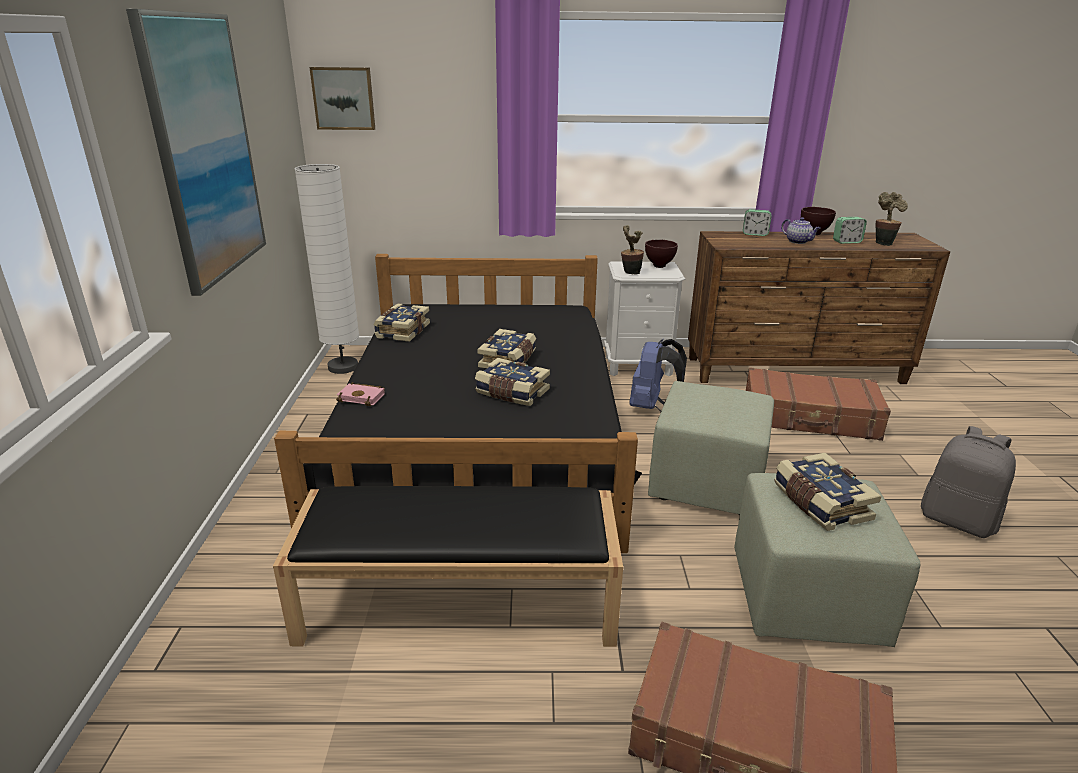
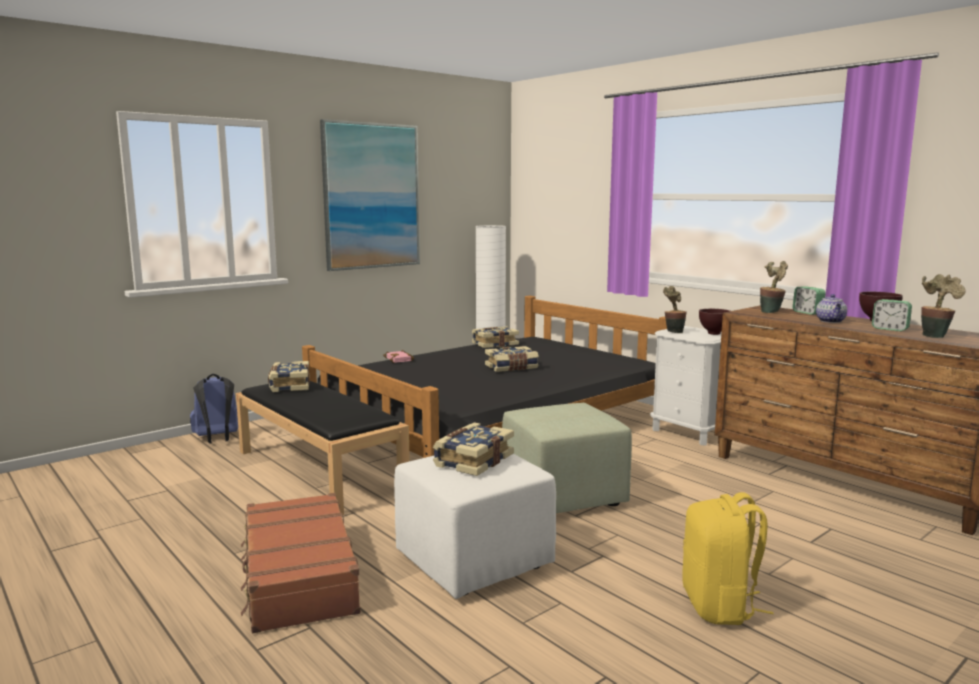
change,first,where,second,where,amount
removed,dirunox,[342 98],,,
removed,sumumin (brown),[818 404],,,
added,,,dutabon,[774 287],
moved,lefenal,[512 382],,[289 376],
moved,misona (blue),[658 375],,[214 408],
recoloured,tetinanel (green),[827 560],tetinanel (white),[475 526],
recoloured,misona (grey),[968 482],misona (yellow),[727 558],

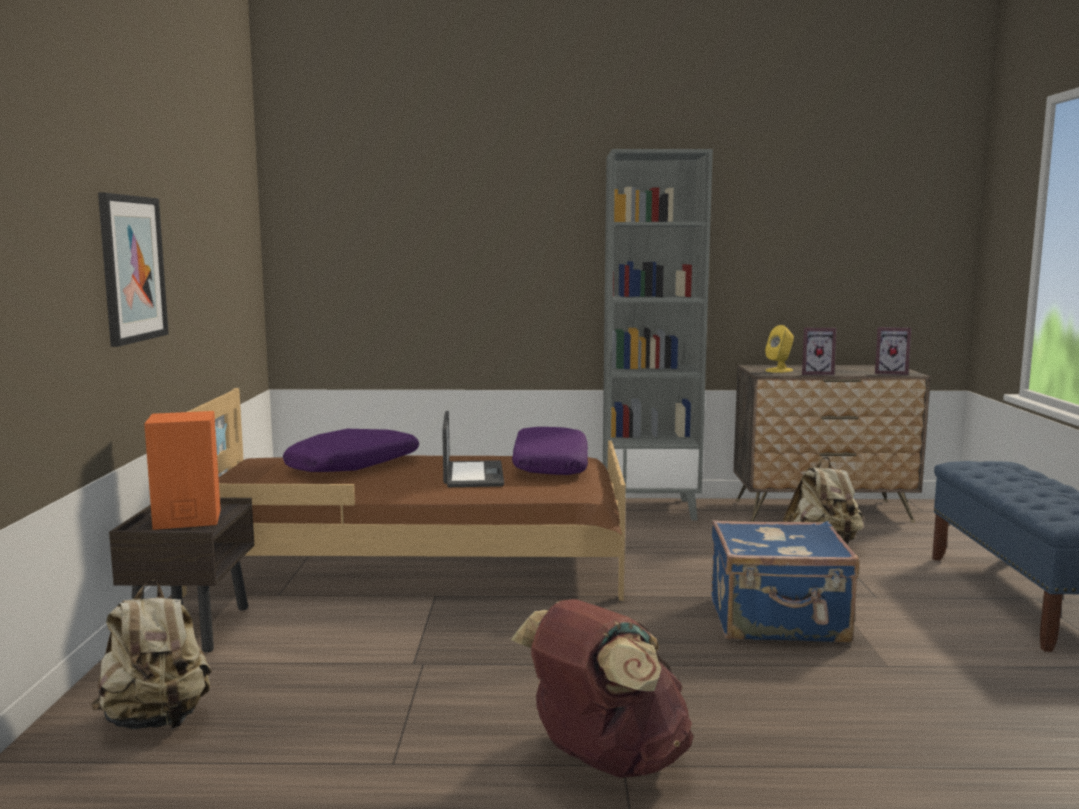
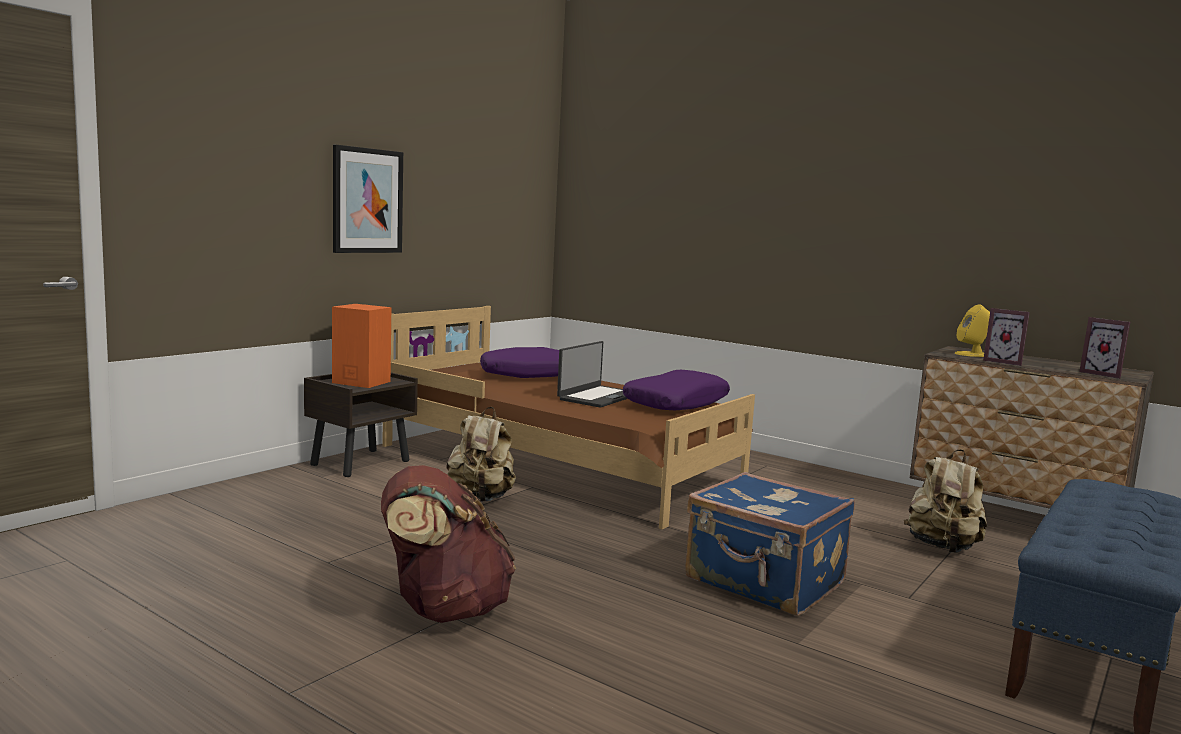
change,first,where,second,where,amount
removed,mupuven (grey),[658 335],,,
moved,misona (beige),[151 654],,[481 454],

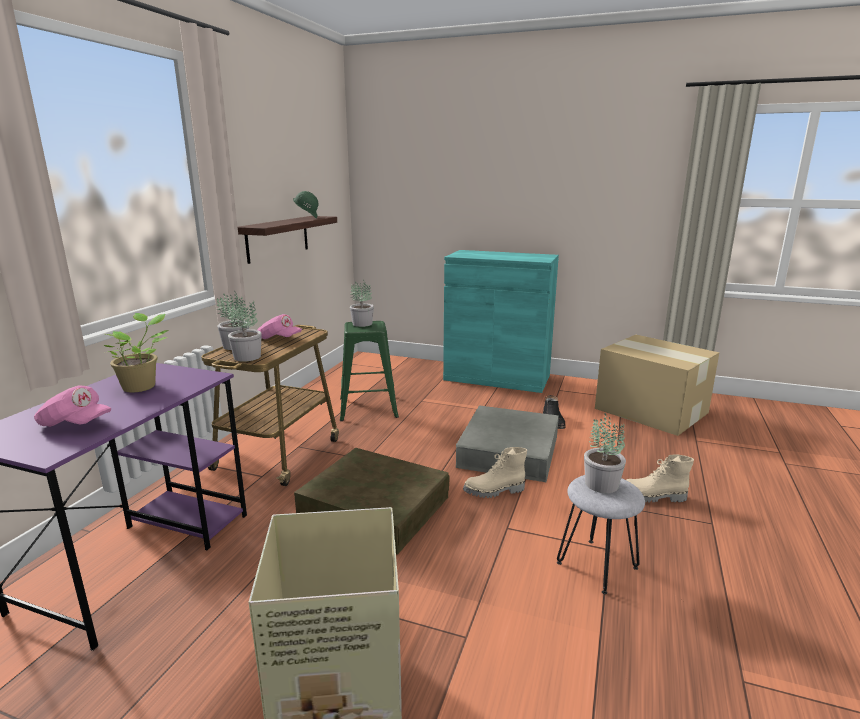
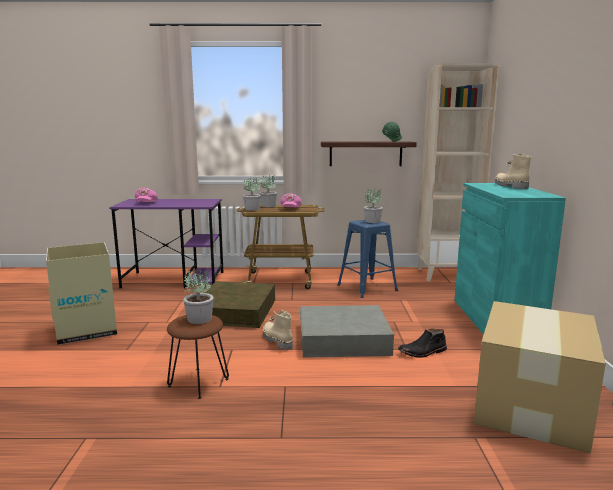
change,first,where,second,where,amount
removed,dutabon,[136 353],,,
added,,,mupuven (beige),[458 172],
moved,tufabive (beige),[660 478],,[513 171],
recoloured,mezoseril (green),[369 371],mezoseril (blue),[368 259],
recoloured,mezoseril (grey),[601 534],mezoseril (brown),[198 357],

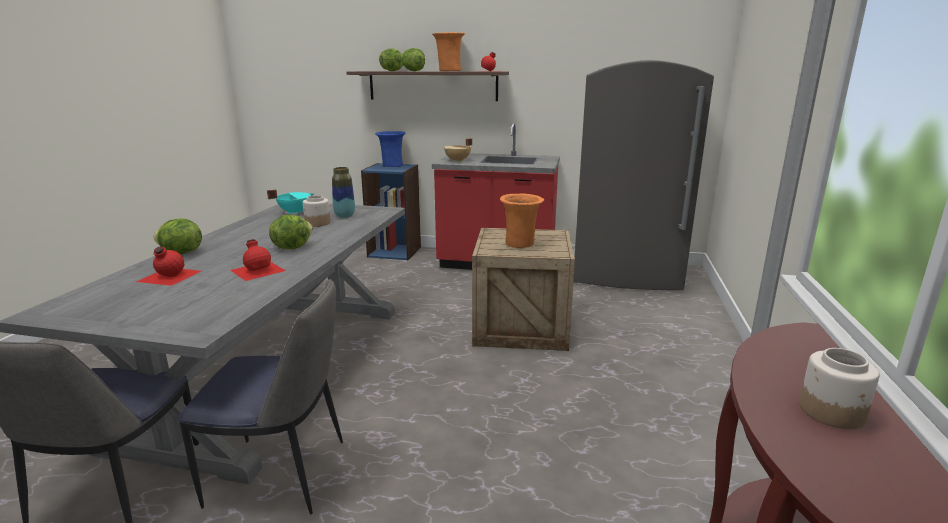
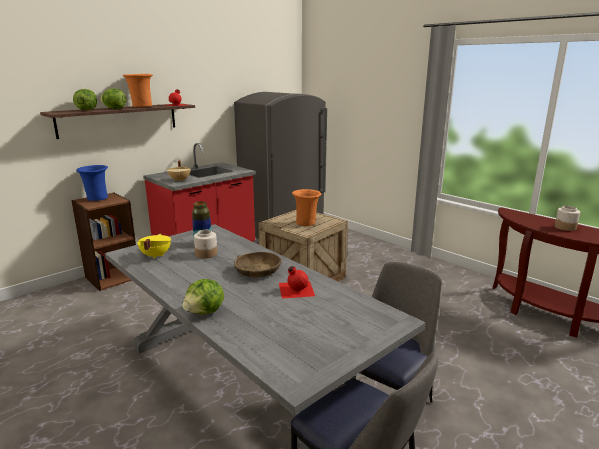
change,first,where,second,where,amount
removed,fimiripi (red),[168 266],,,
replaced,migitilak,[291 232],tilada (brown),[257 265],
recoloured,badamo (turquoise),[290 201],badamo (yellow),[154 246],
recoloured,mupuven (blue),[391 211],mupuven (brown),[103 241],

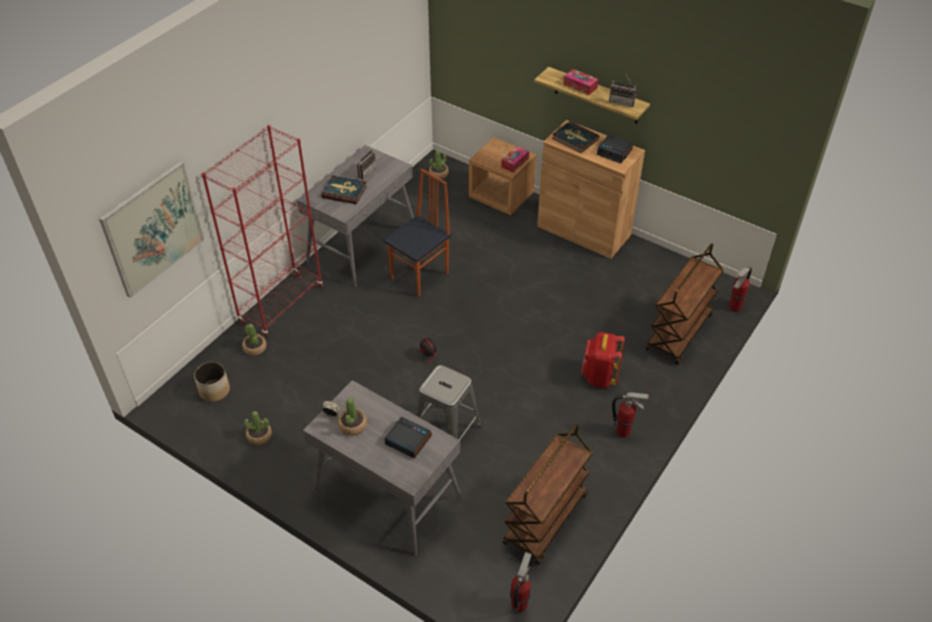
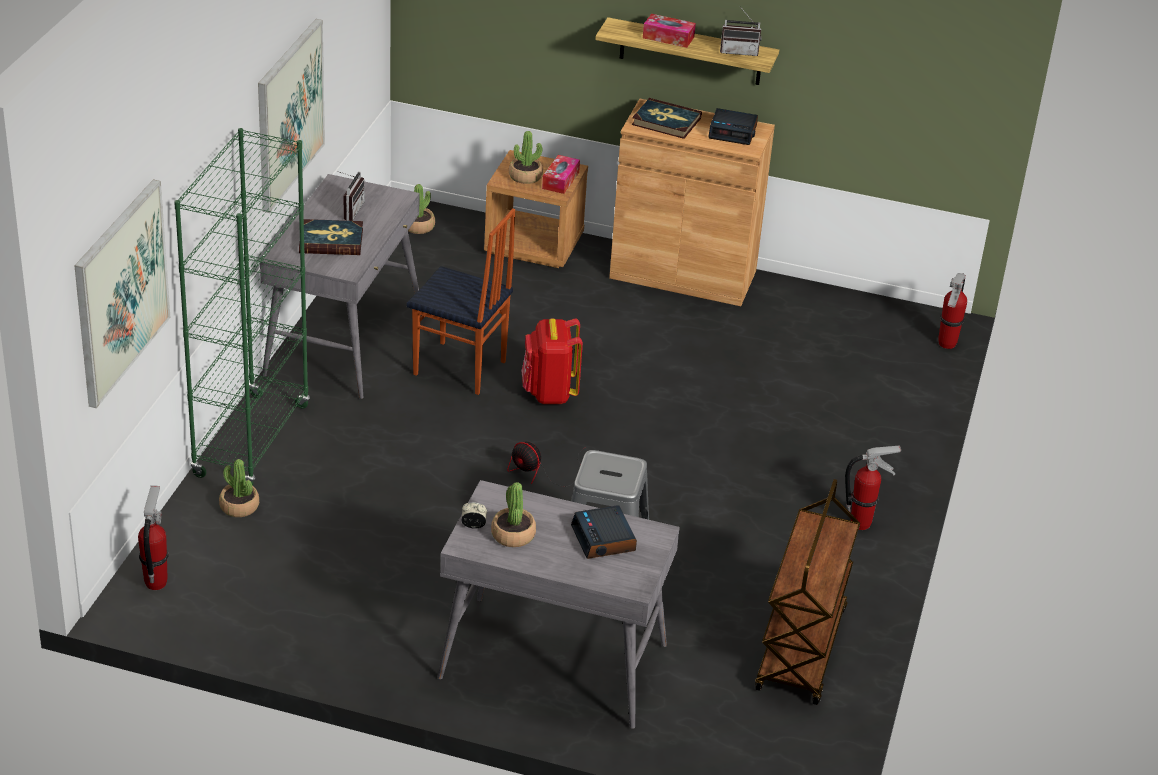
change,first,where,second,where,amount
removed,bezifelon,[212 382],,,
removed,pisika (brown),[685 304],,,
added,,,dirunox,[291 116],
moved,dutabon,[258 428],,[526 157],
moved,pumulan,[521 582],,[153 537],
moved,misona (red),[603 360],,[552 361],
recoloured,mupuven (red),[262 231],mupuven (green),[242 307],
turned,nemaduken,[417 232],,[460 301],90 degrees clockwise
turned,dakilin,[408 438],,[604 532],120 degrees counterclockwise

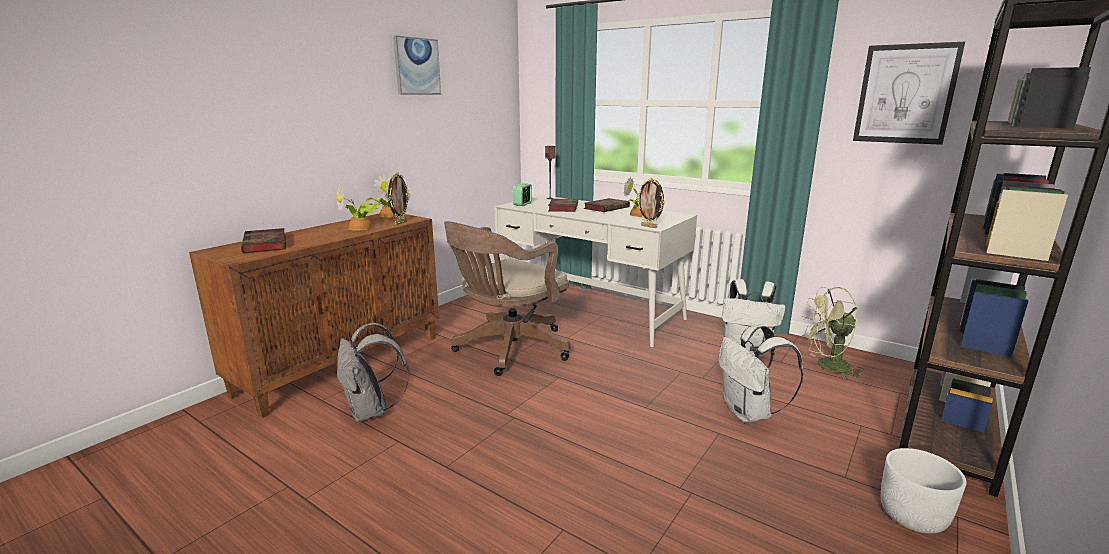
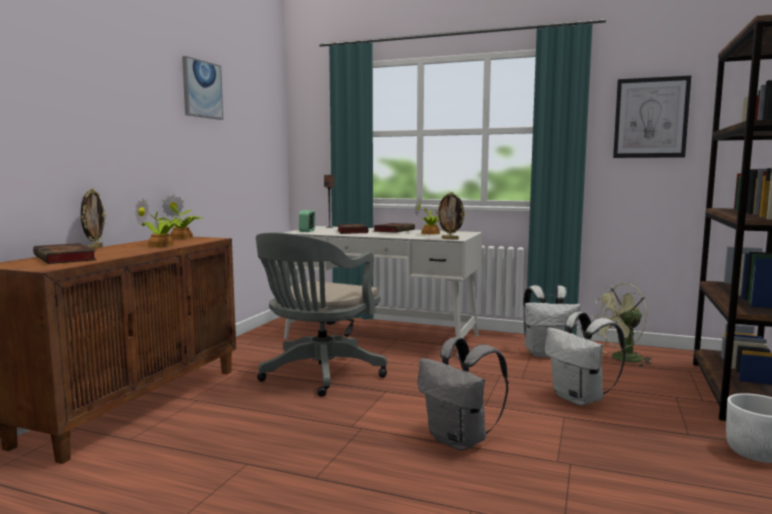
change,first,where,second,where,amount
moved,misona (grey),[373 372],,[463 394],
moved,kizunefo,[399 198],,[93 218],
recoloured,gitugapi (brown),[507 298],gitugapi (grey),[321 314],

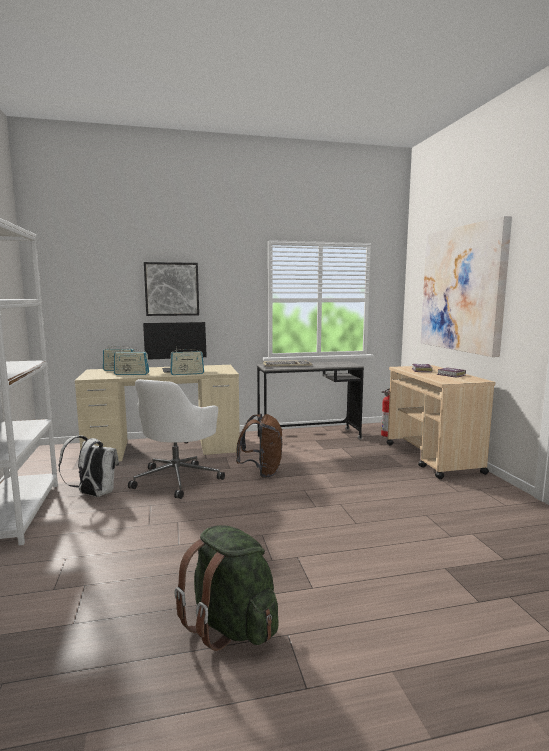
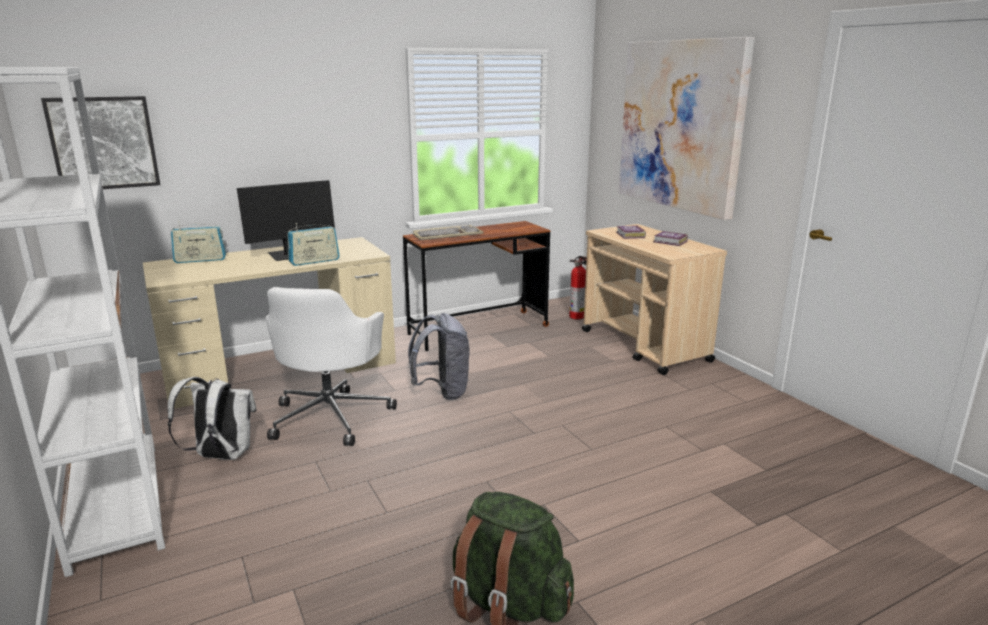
change,first,where,second,where,amount
removed,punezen,[131 361],,,
moved,dirunox,[171 289],,[100 142],
recoloured,misona (brown),[259 446],misona (grey),[439 356],
recoloured,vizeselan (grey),[310 400],vizeselan (brown),[477 286],

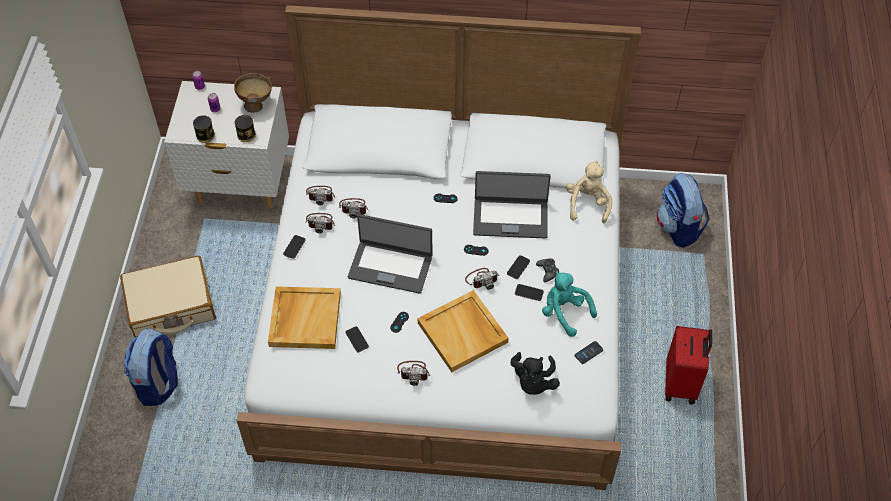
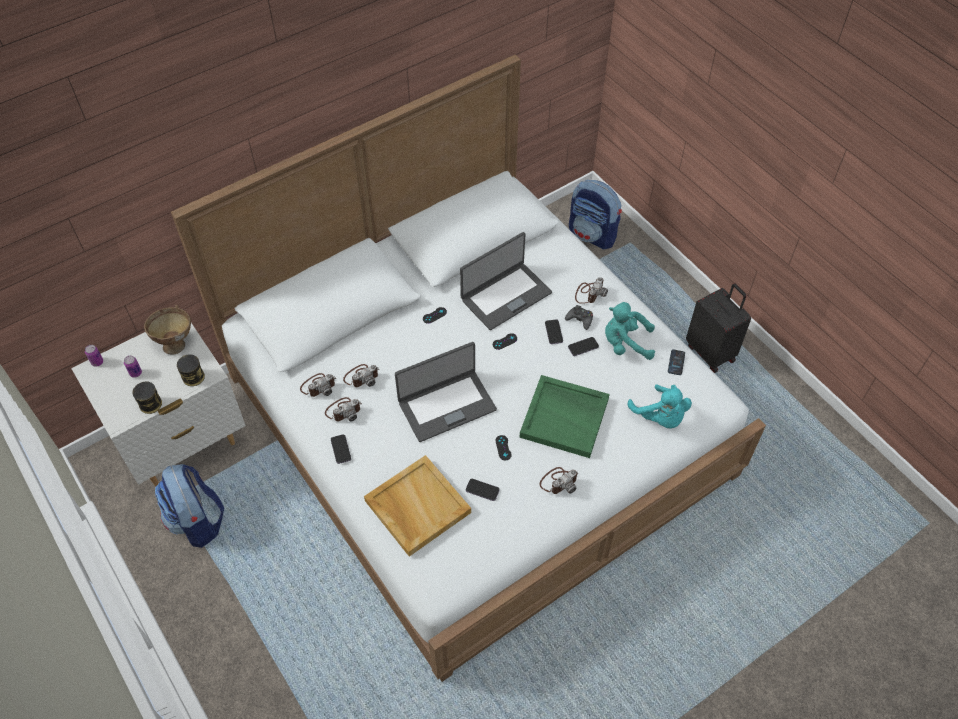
change,first,where,second,where,amount
removed,sumumin (beige),[168 296],,,
removed,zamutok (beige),[589 192],,,
moved,misona,[151 367],,[189 506],
moved,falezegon,[482 279],,[591 290],
recoloured,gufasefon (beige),[463 331],gufasefon (green),[564 416],
recoloured,zamutok (black),[535 373],zamutok (turquoise),[660 407],
recoloured,sumumin (red),[688 365],sumumin (black),[718 328],

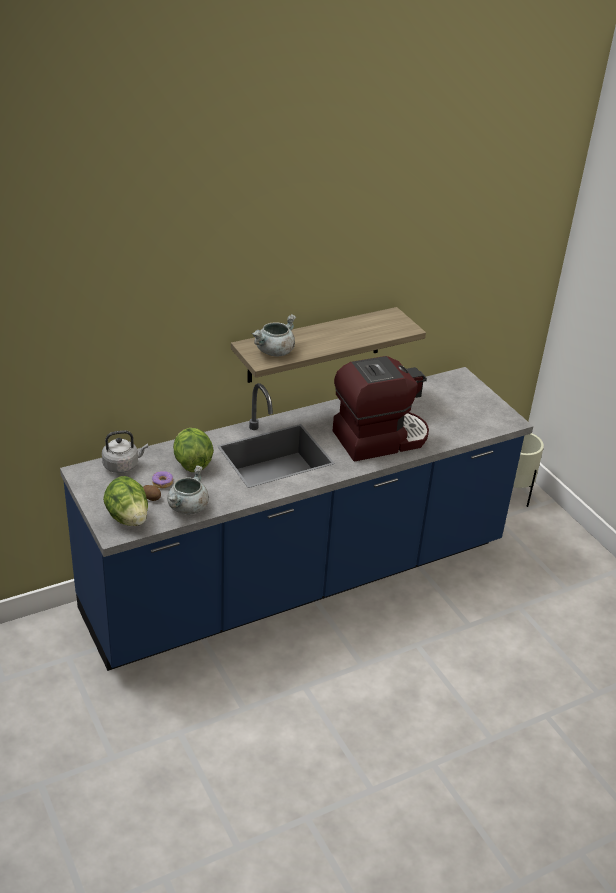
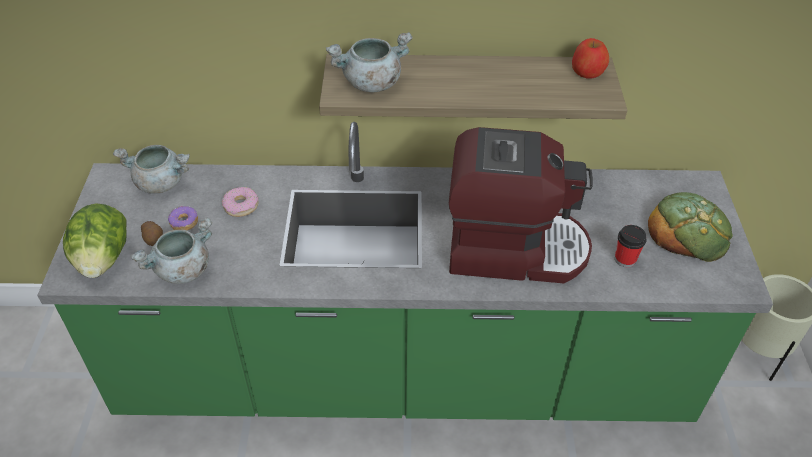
change,first,where,second,where,amount
added,,,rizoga,[590 58],
added,,,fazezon,[631 246],
added,,,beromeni,[690 227],
replaced,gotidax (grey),[125 451],badamo (grey),[151 169],
replaced,migitilak,[193 450],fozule,[240 202],
recoloured,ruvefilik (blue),[296 519],ruvefilik (green),[405 272],

